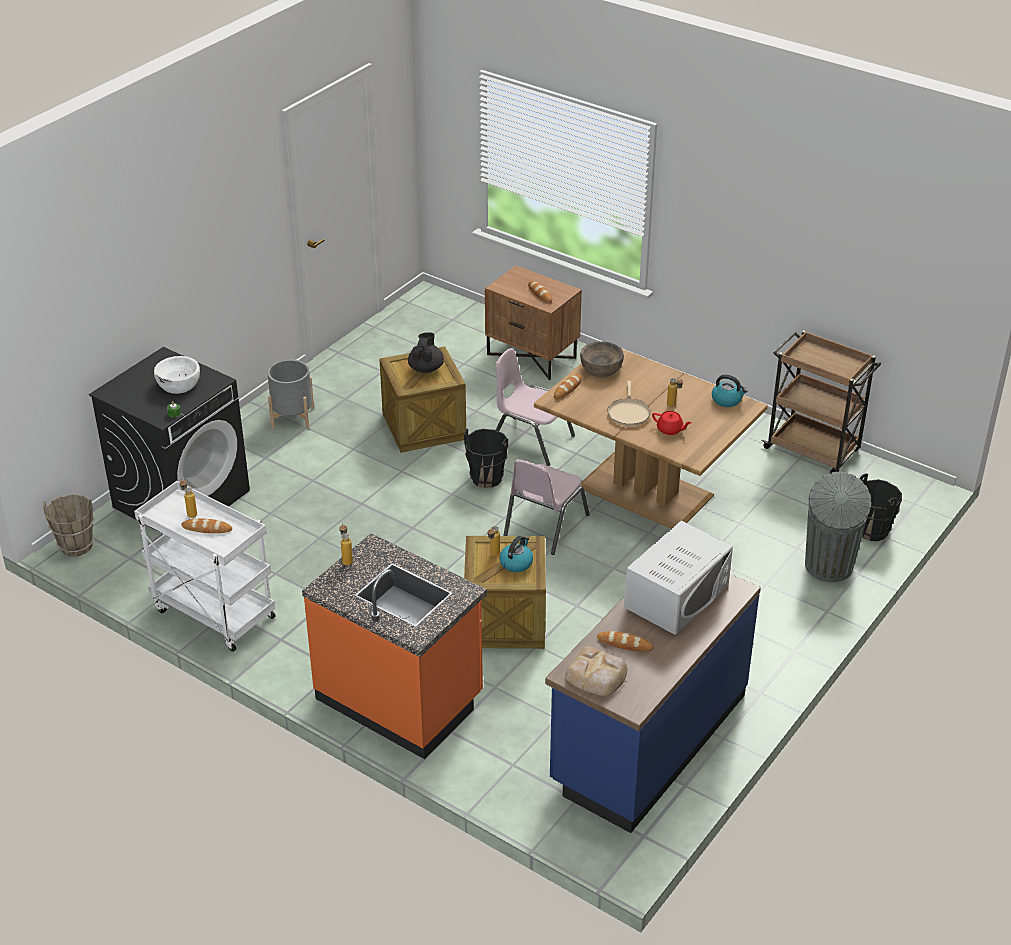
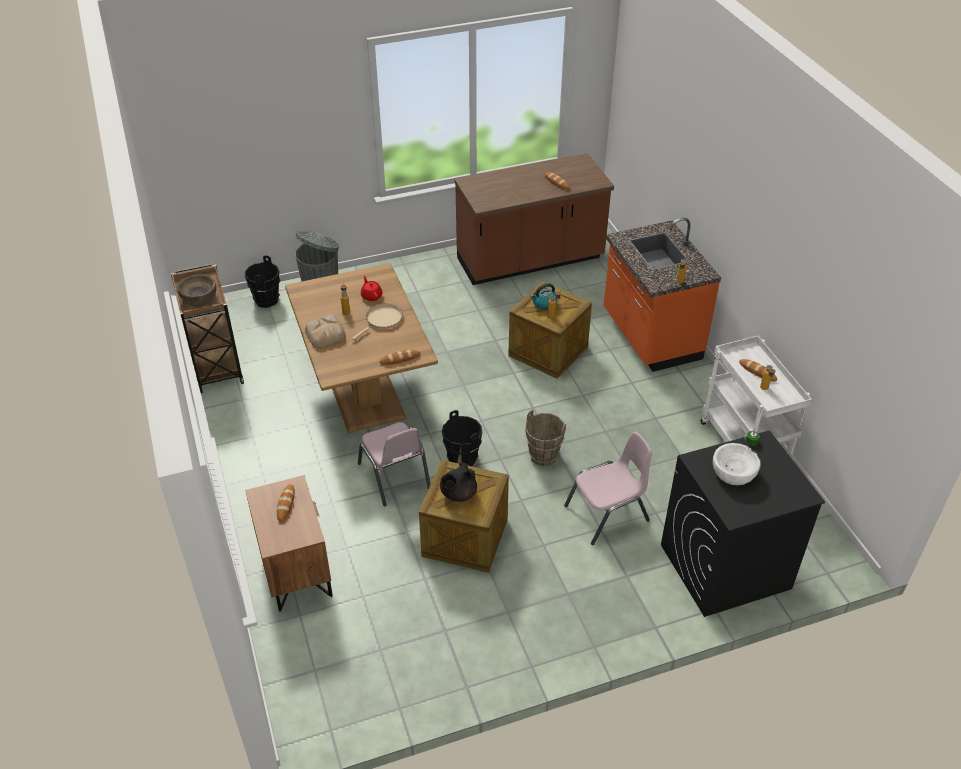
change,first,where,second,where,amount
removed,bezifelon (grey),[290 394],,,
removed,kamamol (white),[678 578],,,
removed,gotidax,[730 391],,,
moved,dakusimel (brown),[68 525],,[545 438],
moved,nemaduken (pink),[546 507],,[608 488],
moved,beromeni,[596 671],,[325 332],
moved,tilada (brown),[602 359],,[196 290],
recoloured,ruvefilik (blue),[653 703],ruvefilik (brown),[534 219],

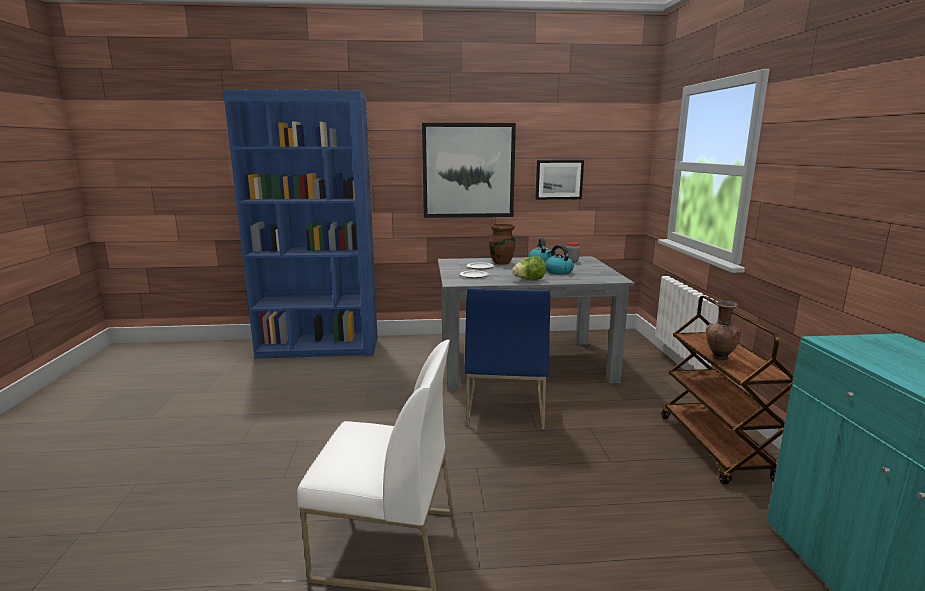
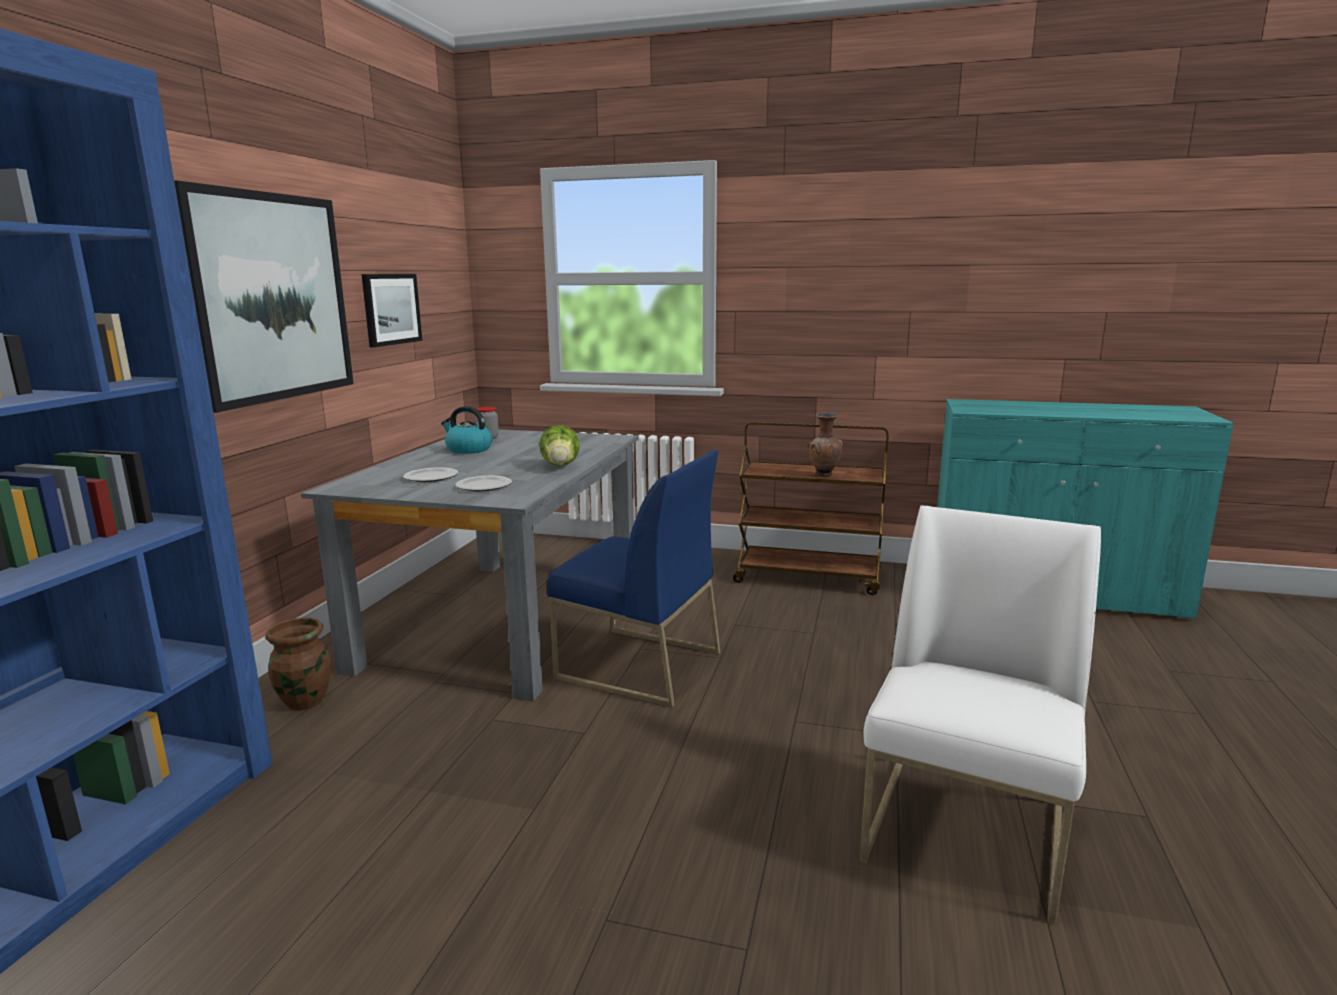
change,first,where,second,where,amount
removed,gotidax,[559 260],,,
moved,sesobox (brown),[502 243],,[298 664],

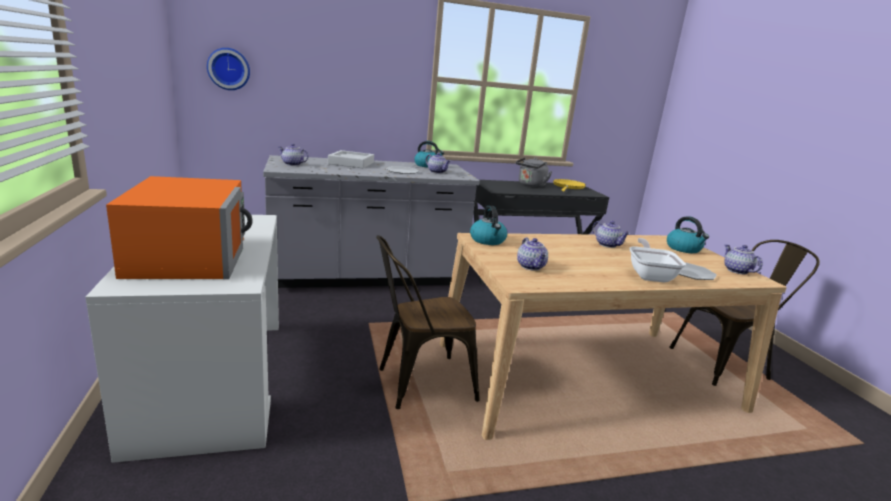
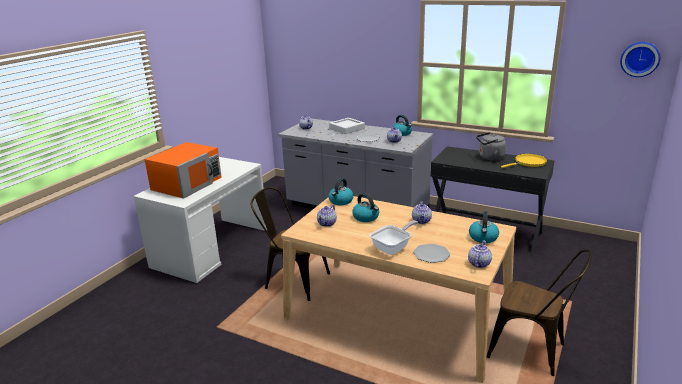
change,first,where,second,where,amount
added,,,gotidax,[365 207],
moved,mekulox,[228 69],,[640 59],

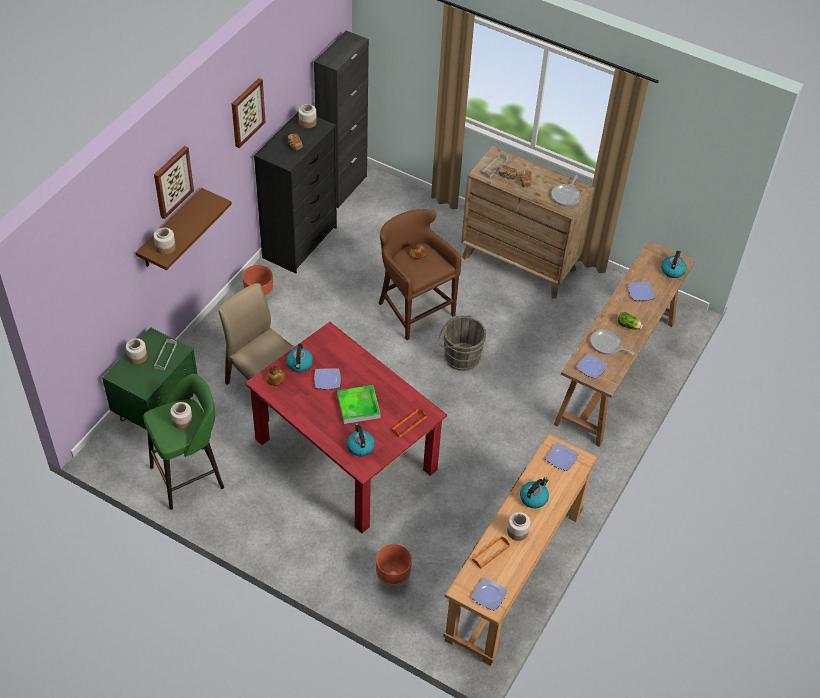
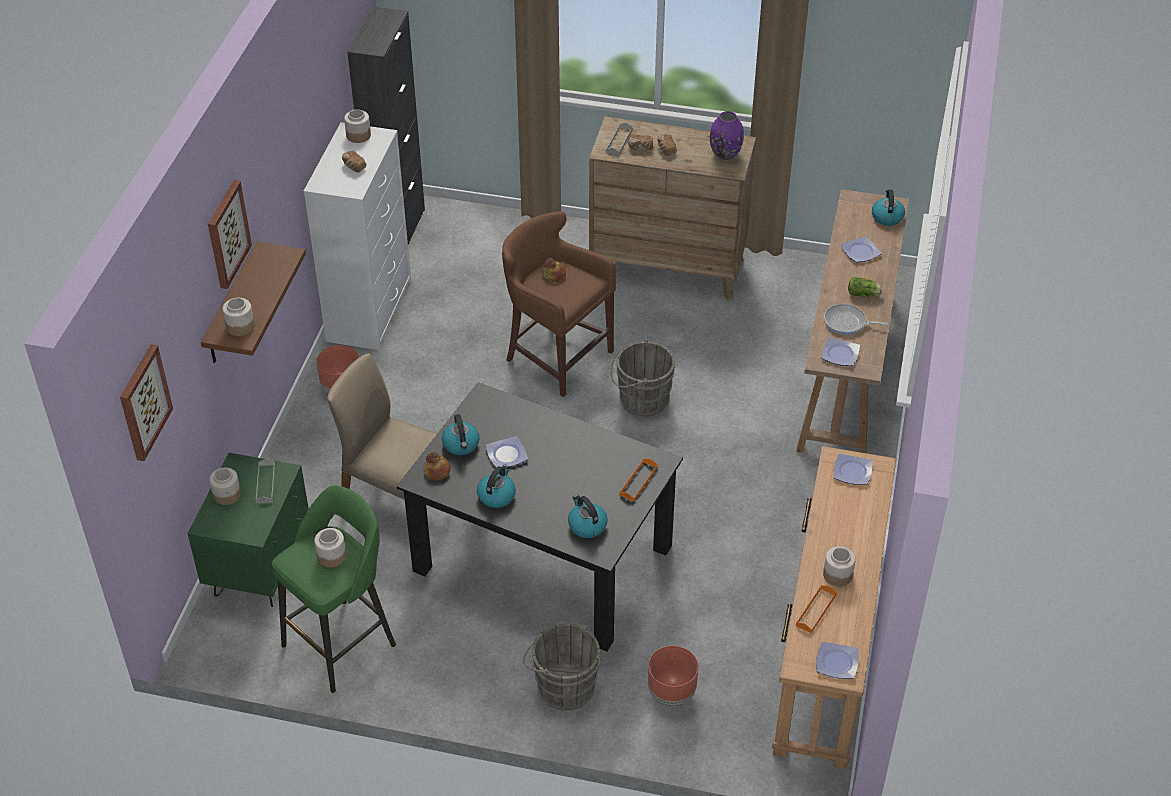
change,first,where,second,where,amount
removed,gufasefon,[358 404],,,
added,,,dakusimel (grey),[562 666],
moved,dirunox,[249 113],,[146 402],
moved,gotidax,[534 492],,[496 486],
replaced,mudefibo,[566 190],sesobox (purple),[727 135],
recoloured,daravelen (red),[346 427],daravelen (black),[539 516],
recoloured,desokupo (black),[295 193],desokupo (white),[357 236],

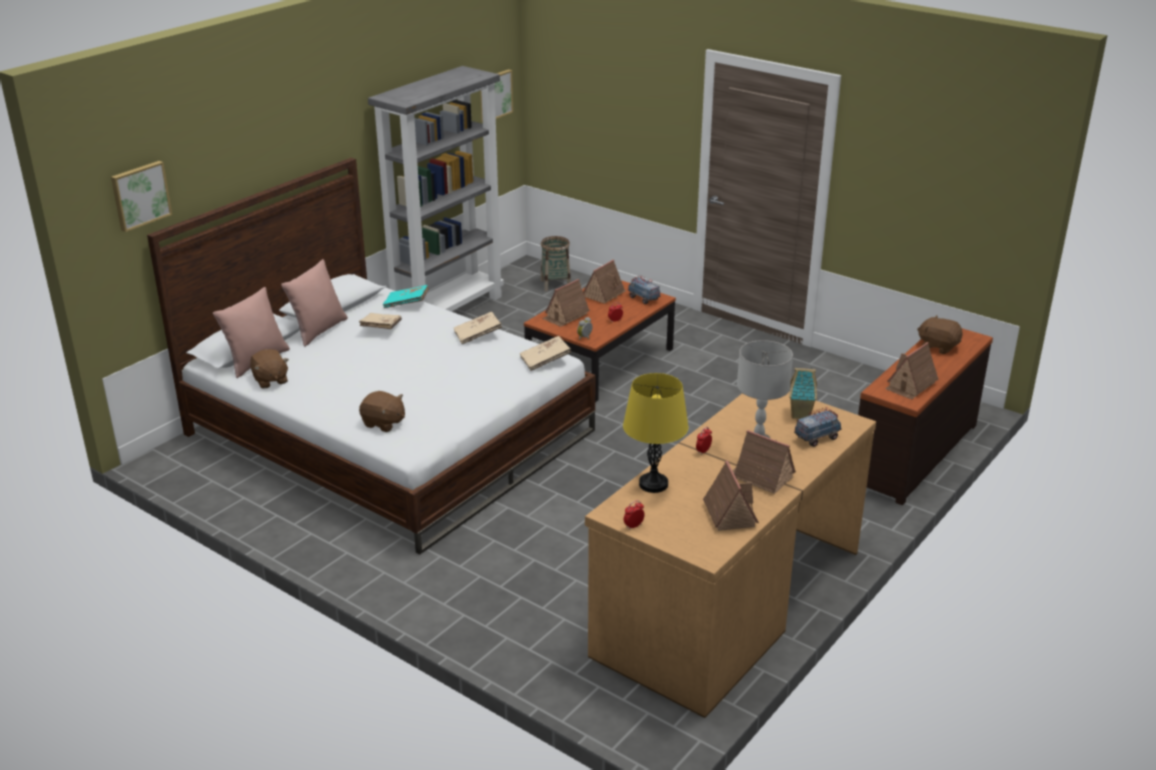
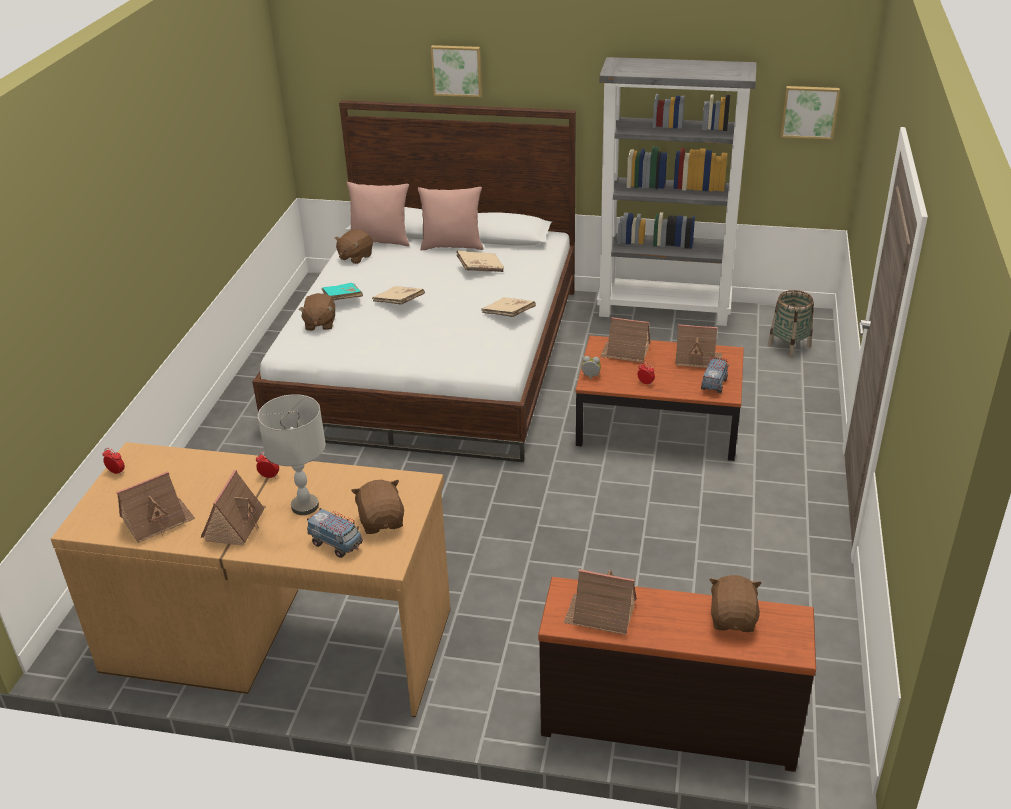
change,first,where,second,where,amount
removed,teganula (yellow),[656 433],,,
moved,dirunox,[141 196],,[456 71],
moved,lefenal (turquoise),[406 296],,[342 292],
moved,lefenal (beige),[545 353],,[398 295],
replaced,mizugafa,[803 393],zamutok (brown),[377 507],

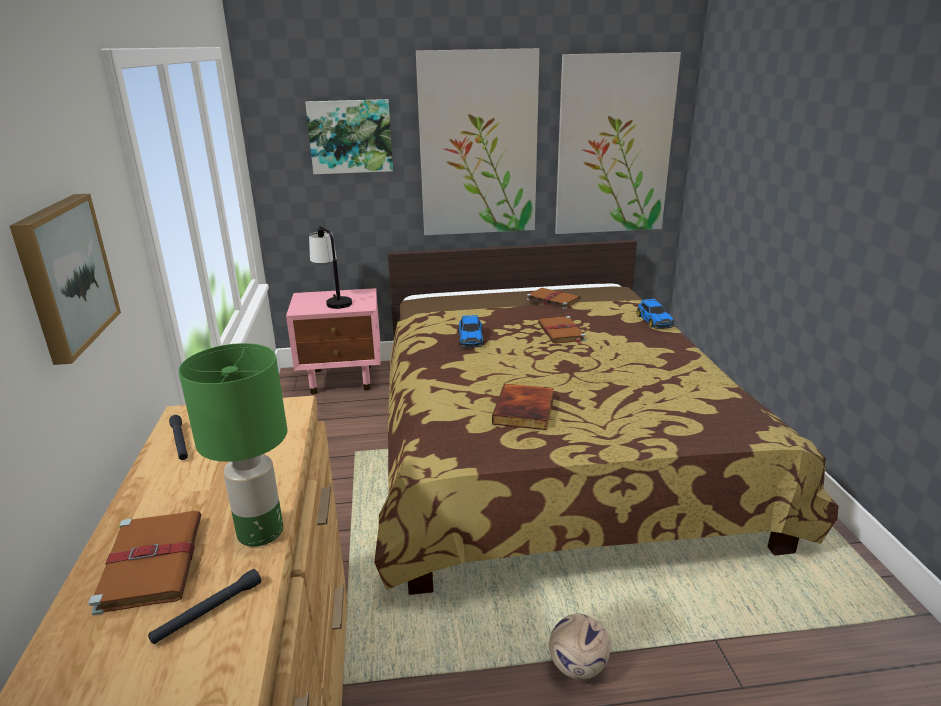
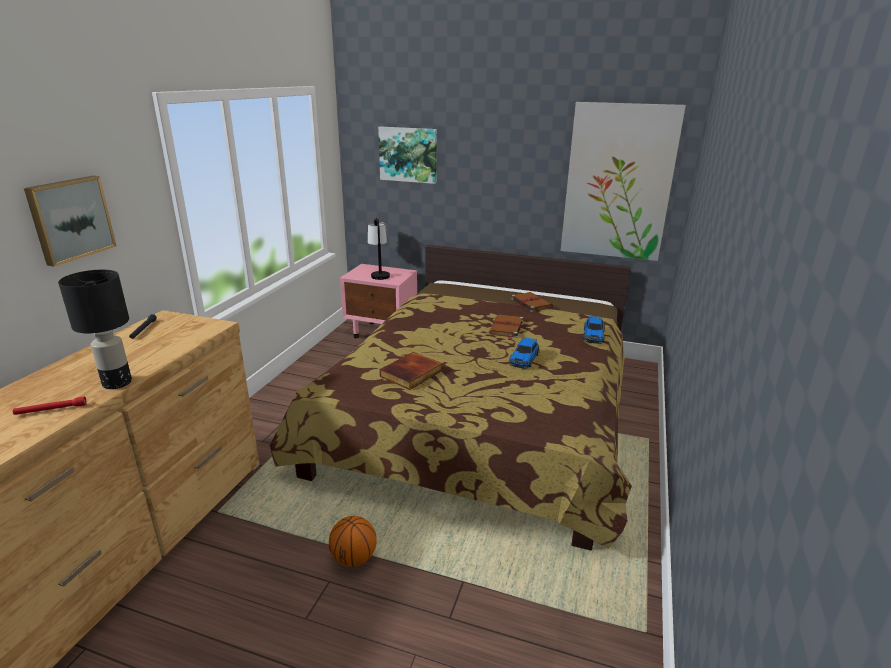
change,first,where,second,where,amount
removed,lefenal (brown),[145 563],,,
removed,dirunox,[478 141],,,
moved,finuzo,[471 331],,[524 353],
replaced,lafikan,[580 647],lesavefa,[353 541],
recoloured,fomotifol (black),[204 606],fomotifol (red),[50 405],
recoloured,teganula (green),[233 445],teganula (black),[95 329],

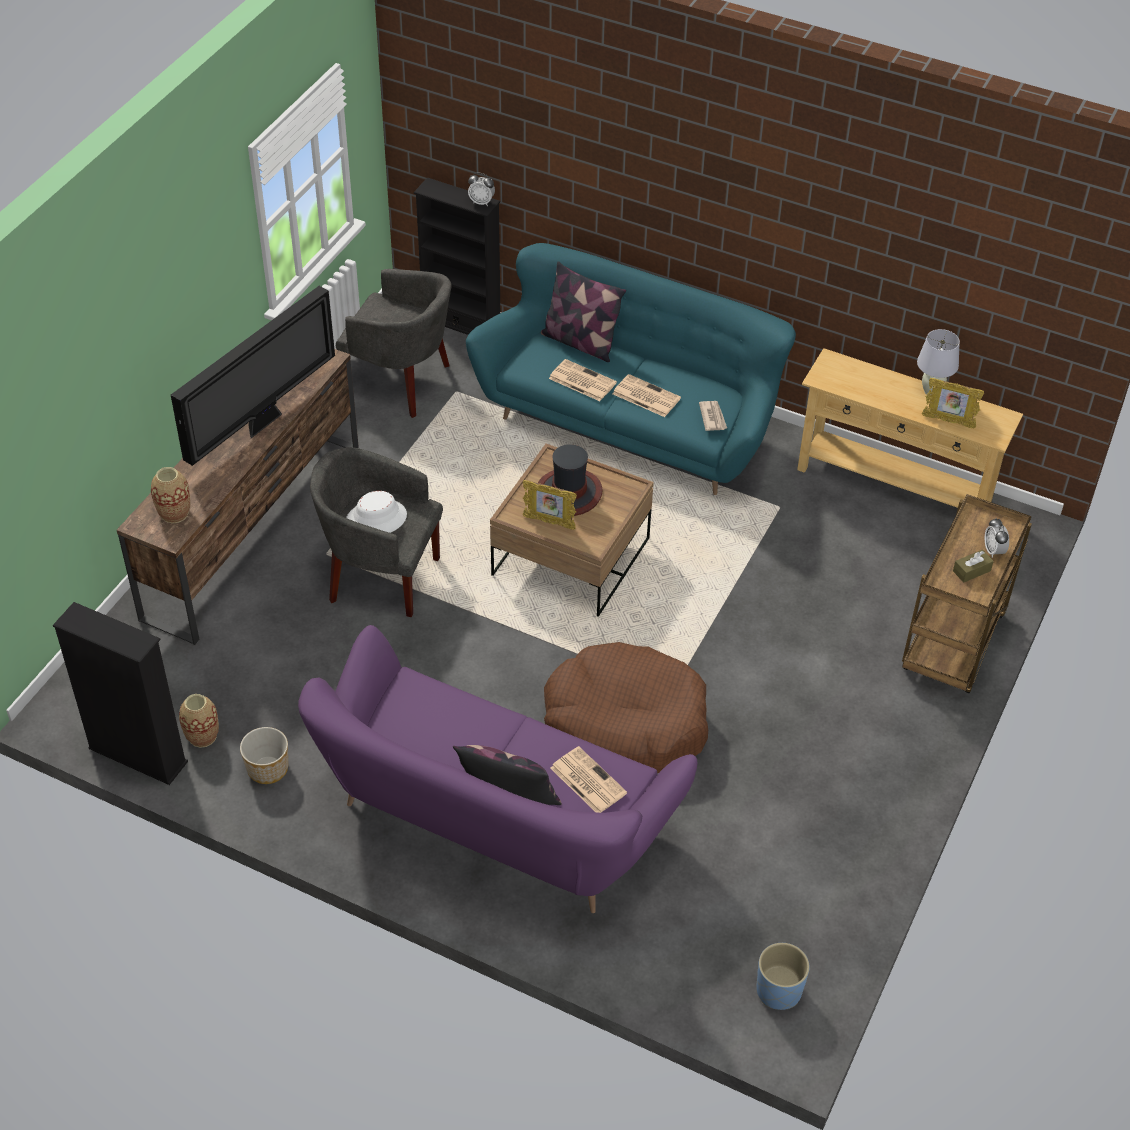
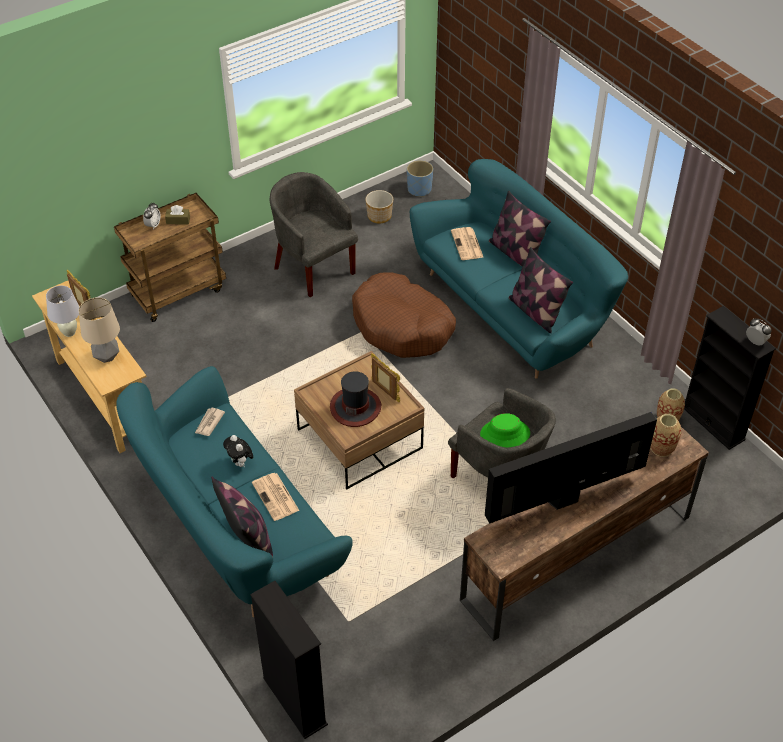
change,first,where,second,where,amount
added,,,teganula,[99 330],
added,,,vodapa,[541 290],
moved,bezifelon,[264 755],,[379 207],
moved,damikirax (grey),[394 343],,[314 234],
moved,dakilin,[481 189],,[759 332],
replaced,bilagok,[647 395],zamutok,[238 451],
recoloured,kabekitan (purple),[497 769],kabekitan (turquoise),[519 269],
recoloured,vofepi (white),[376 512],vofepi (green),[505 430],

